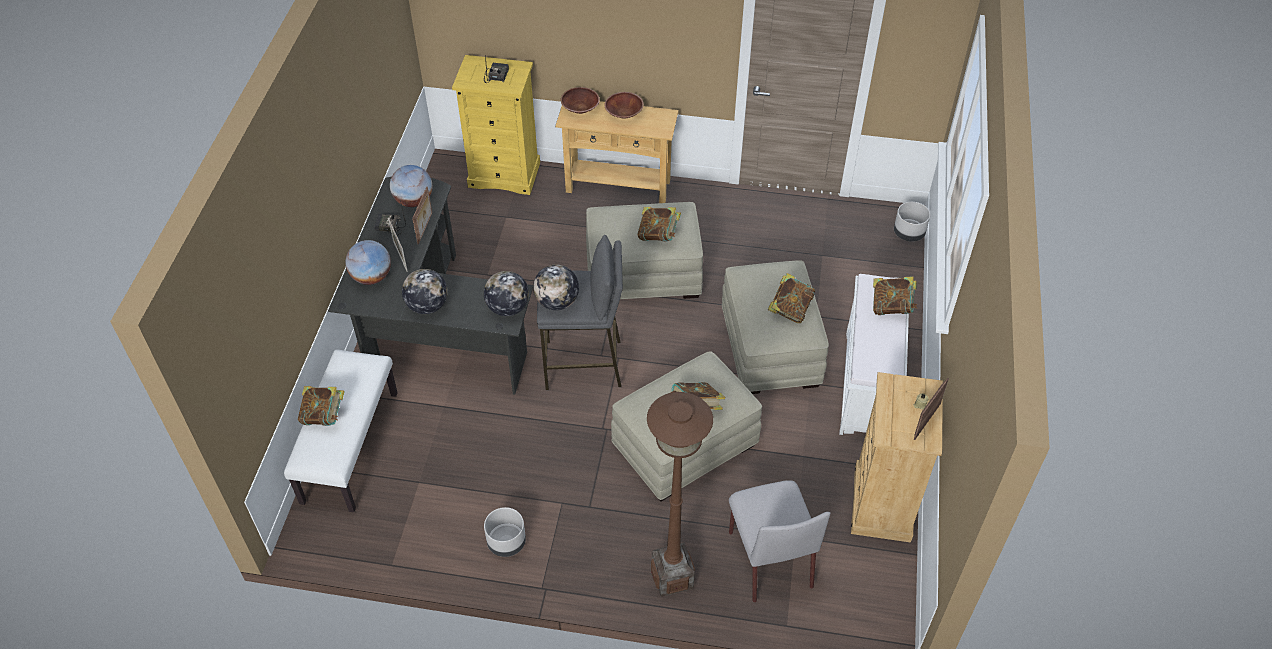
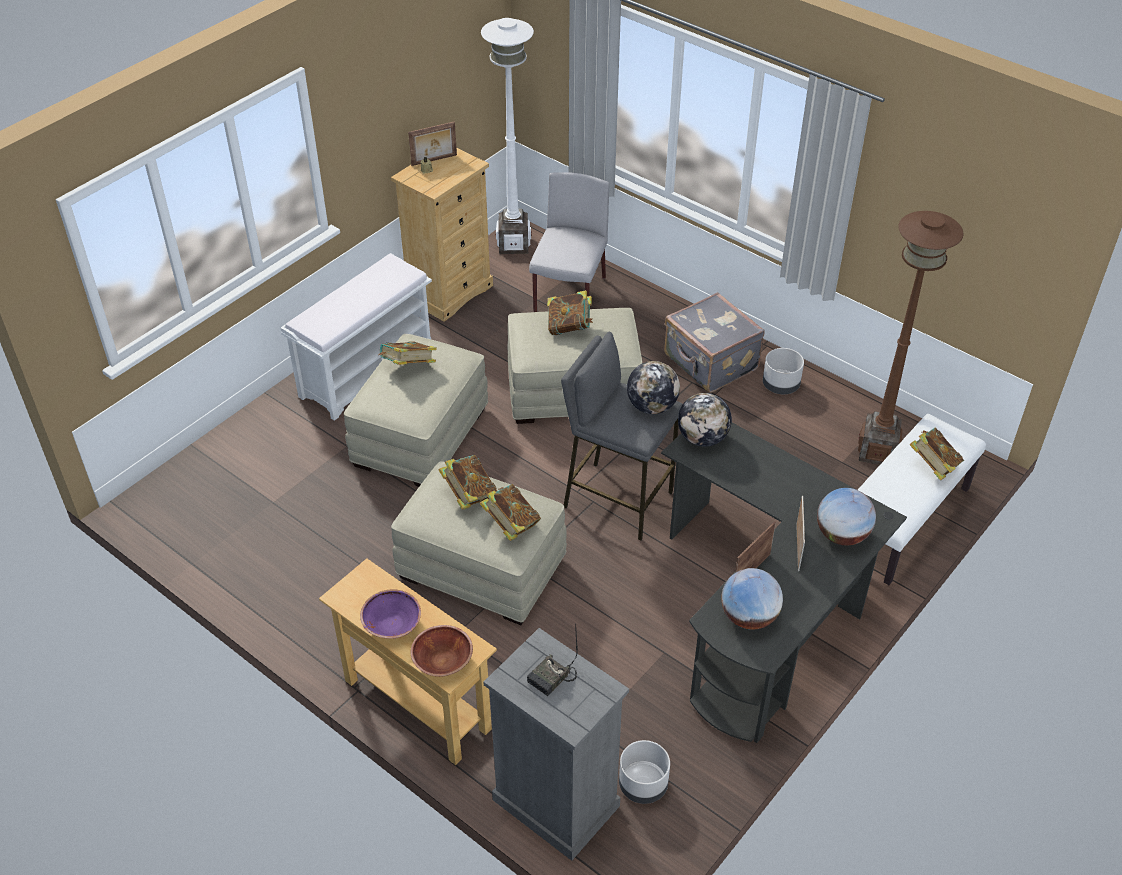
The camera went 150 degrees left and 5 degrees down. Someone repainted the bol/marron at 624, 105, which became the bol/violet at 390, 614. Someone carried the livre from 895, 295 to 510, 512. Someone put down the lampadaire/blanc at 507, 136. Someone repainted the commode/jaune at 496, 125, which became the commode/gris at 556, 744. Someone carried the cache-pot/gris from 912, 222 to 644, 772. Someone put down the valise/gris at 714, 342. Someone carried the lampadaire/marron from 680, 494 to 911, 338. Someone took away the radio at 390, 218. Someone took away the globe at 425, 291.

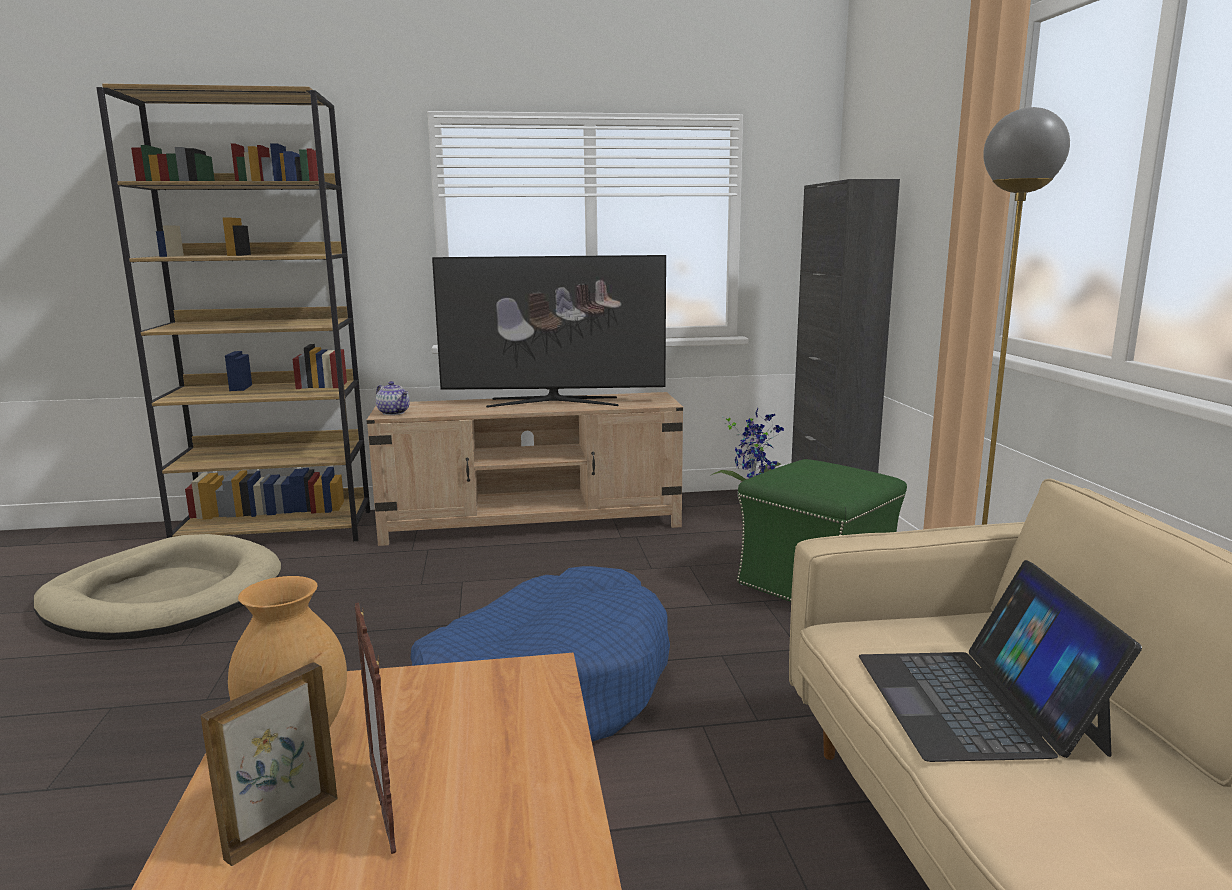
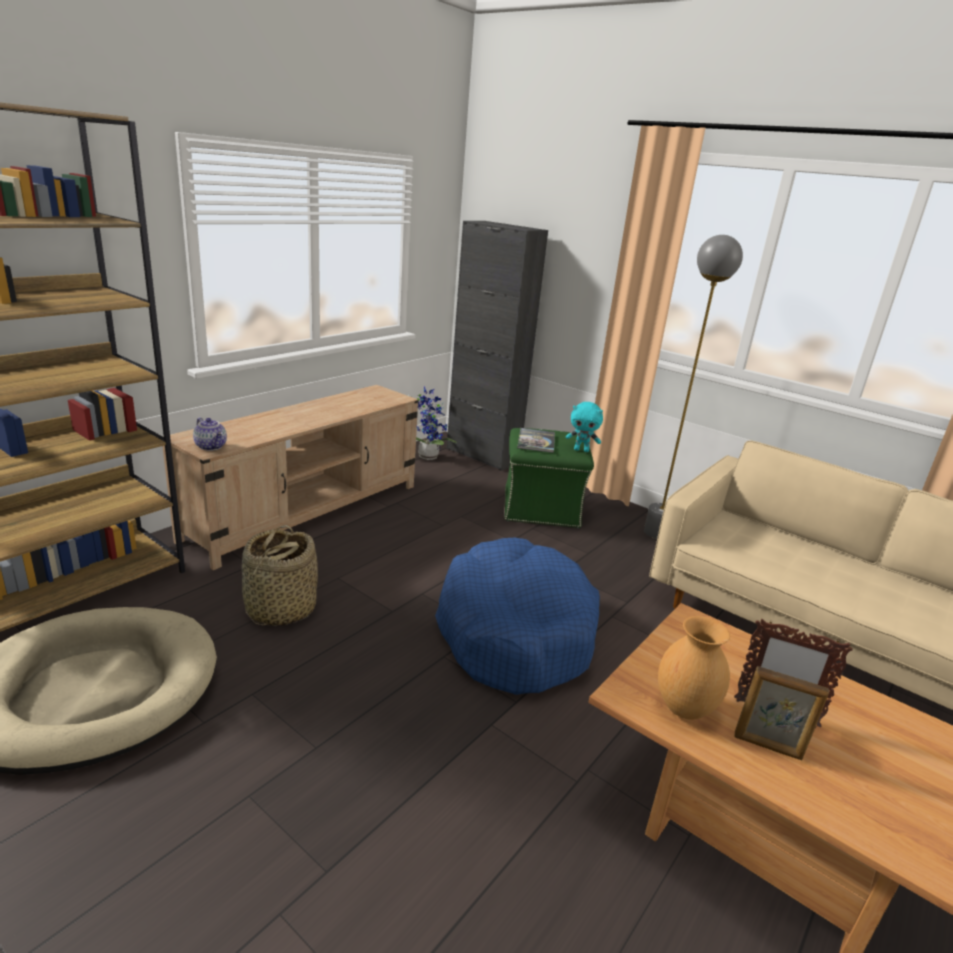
The camera went 45 degrees left and 10 degrees up. Someone rotated the théière at 393, 398 by 45 degrees clockwise. Someone put down the panier at 280, 575. Someone put down the livre at 536, 440. Someone put down the peluche/turquoise at 584, 427. Someone rotated the cadre photo at 269, 764 by 60 degrees counterclockwise. Someone took away the téléviseur at 549, 331. Someone took away the ordinateur portable at 1000, 661.

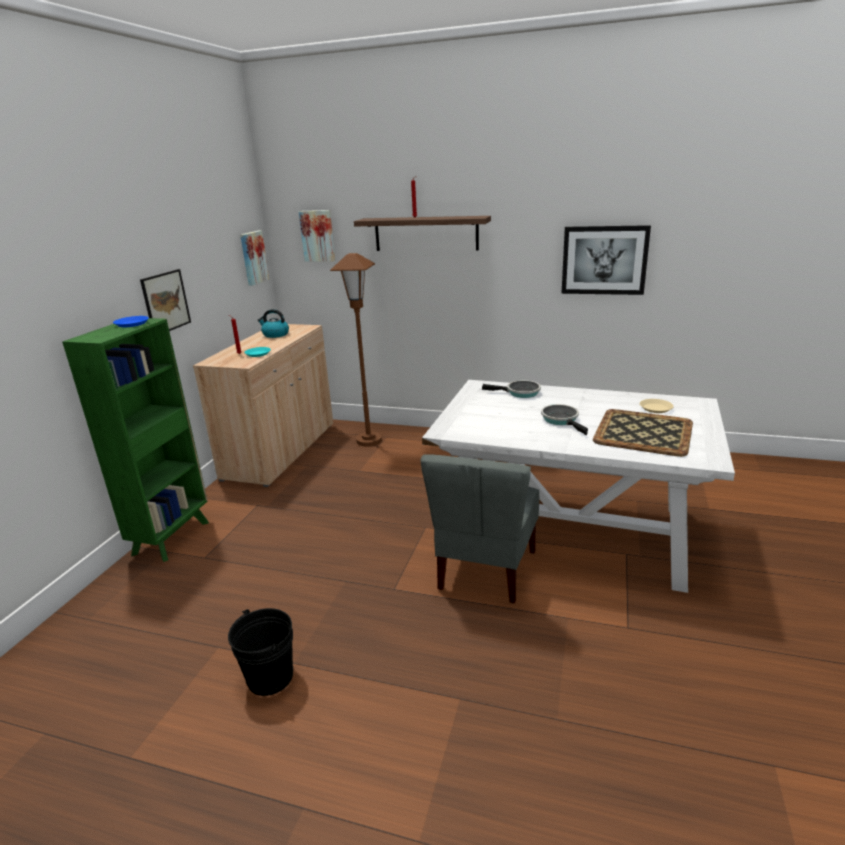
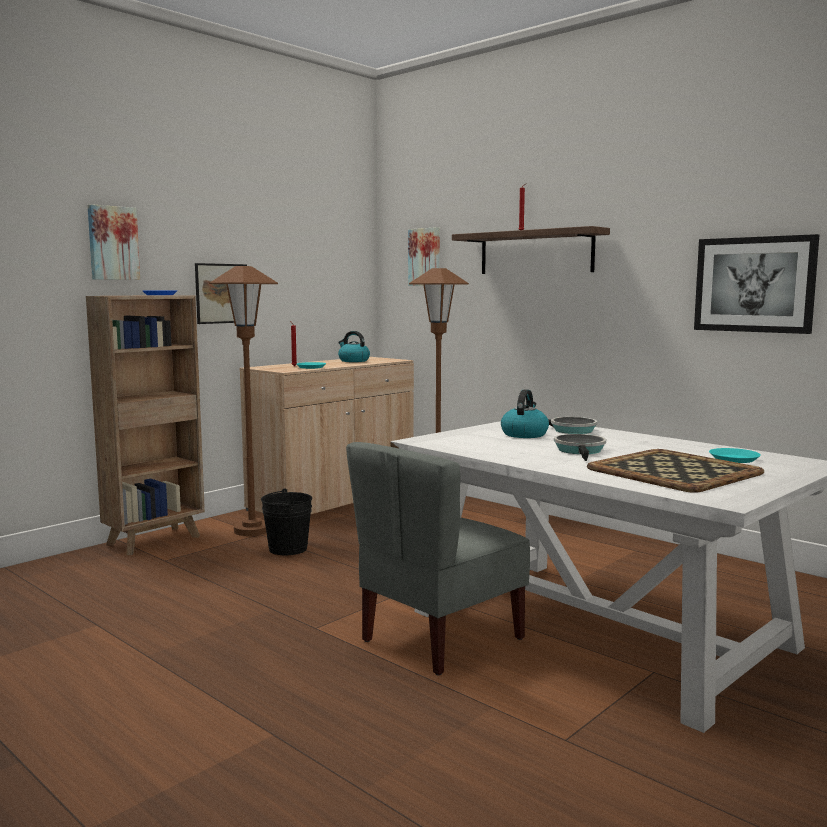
The camera went 25 degrees right and 15 degrees down. Someone repainted the bibliothèque/vert at 135, 440, which became the bibliothèque/marron at 145, 425. Someone carried the tableau from 254, 258 to 113, 242. Someone put down the lampadaire/marron at 243, 401. Someone carried the seau/noir from 260, 652 to 286, 521. Someone put down the bouilloire at 525, 413. Someone repainted the assiette/beige at 657, 406, which became the assiette/turquoise at 735, 455.

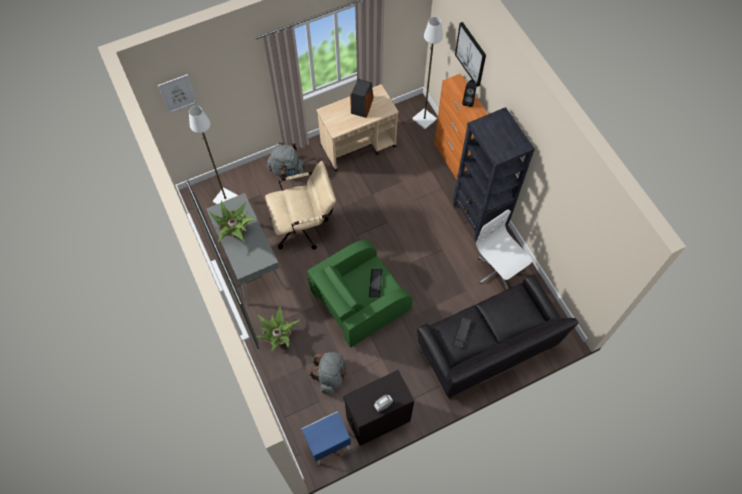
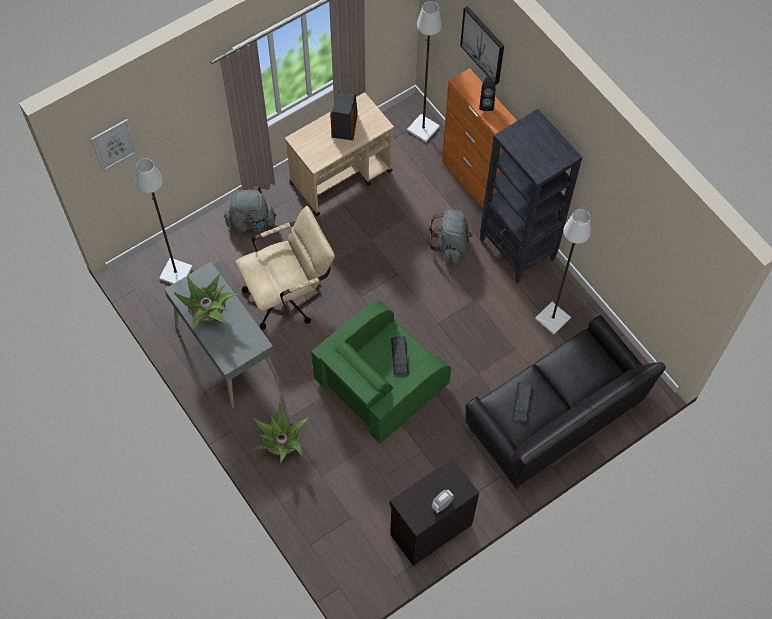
The camera went 10 degrees left and 0 degrees up. Someone carried the sac à dos/gris from 328, 373 to 451, 237. Someone swapped the chaise de bureau/blanc at 504, 250 for the lampadaire/blanc at 563, 272. Someone took away the table de chevet/bleu at 326, 438.

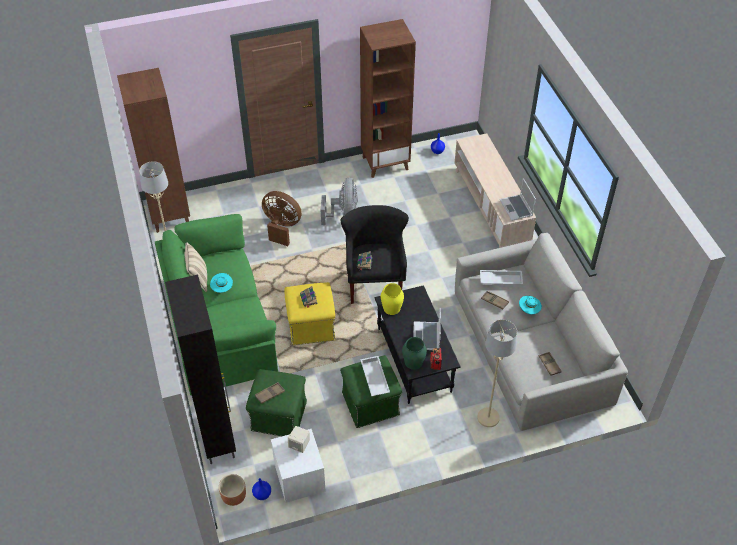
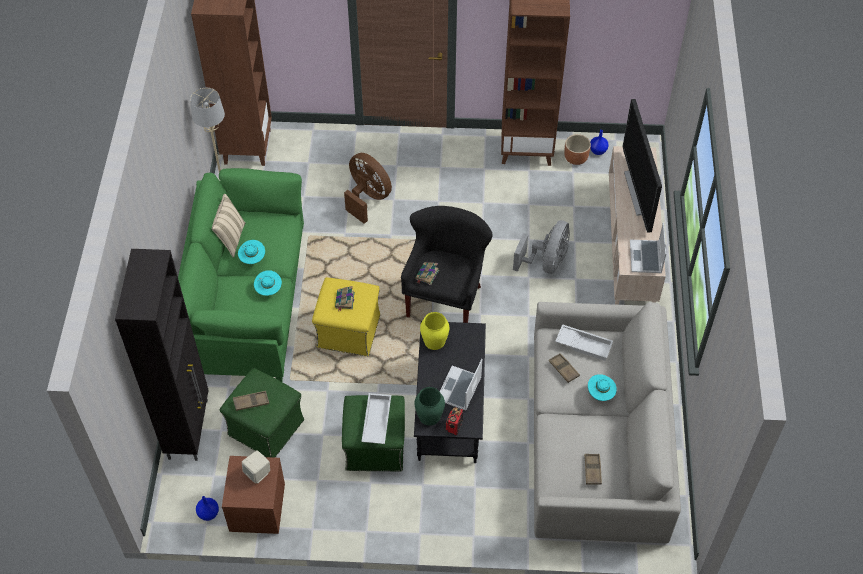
The camera went 20 degrees right and 5 degrees up. Someone repainted the table de chevet/blanc at 298, 466, which became the table de chevet/marron at 253, 495. Someone put down the chapeau/turquoise at 268, 283. Someone carried the ventilateur/gris from 339, 201 to 541, 247. Someone carried the cache-pot/marron from 232, 490 to 577, 149. Someone put down the téléviseur at 642, 166. Someone took away the lampadaire/beige at 497, 373.

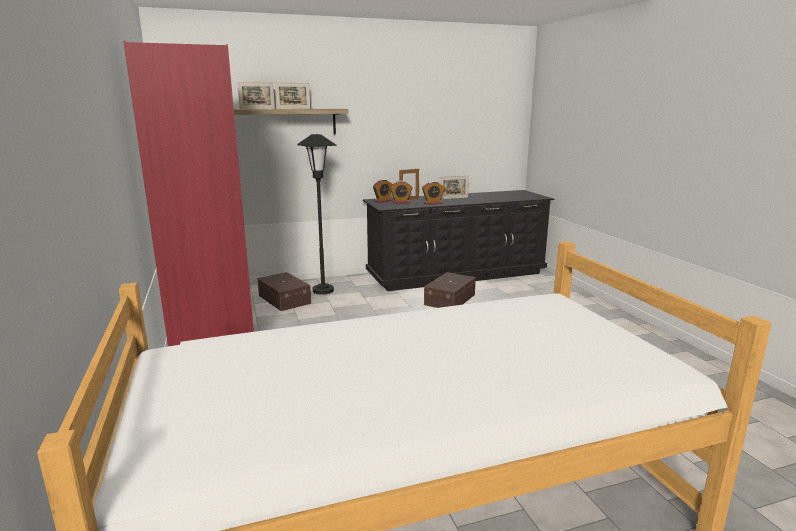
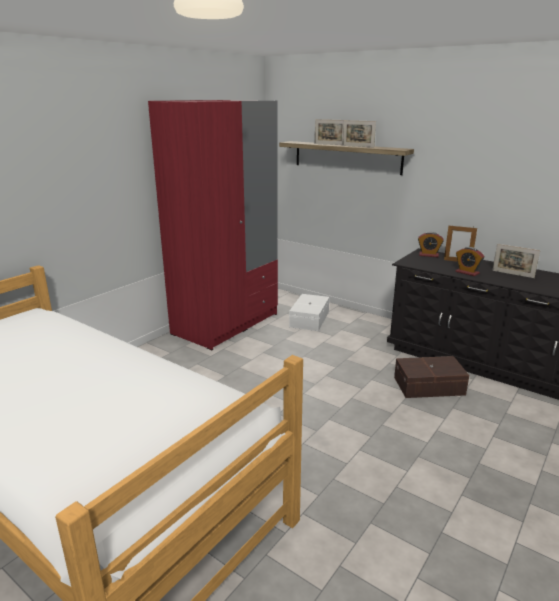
The camera went 55 degrees right and 5 degrees up. Someone repainted the boîte de rangement/marron at 284, 291, which became the boîte de rangement/blanc at 309, 312. Someone took away the lampadaire/noir at 316, 214. Someone took away the réveil at 401, 192.

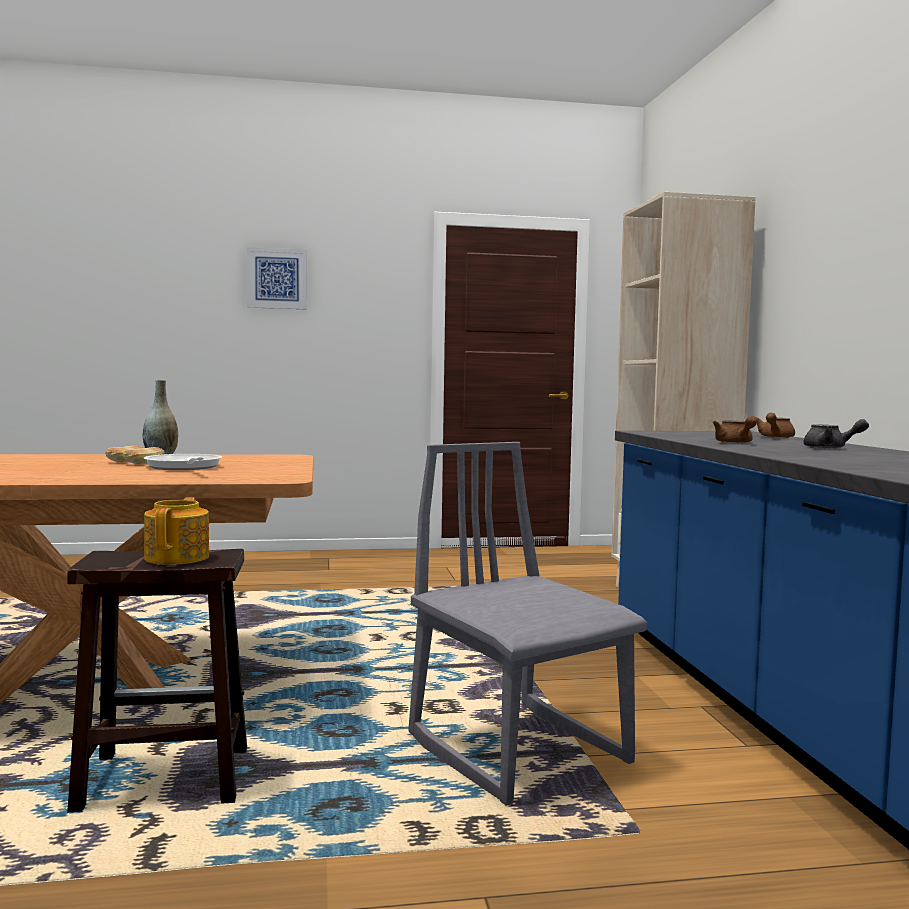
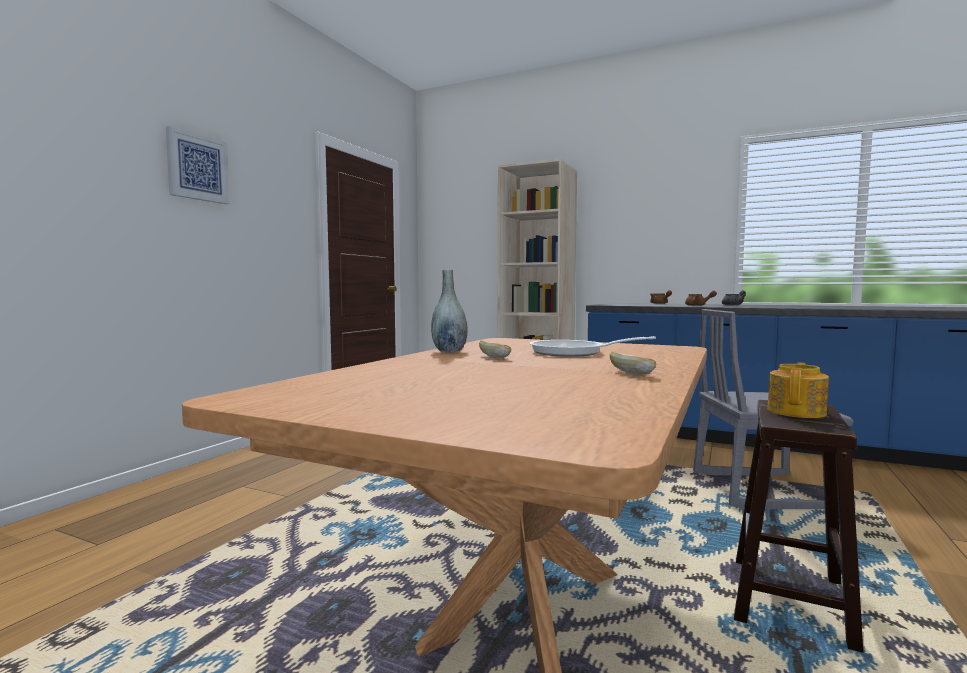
The camera went 55 degrees left and 0 degrees up. Someone carried the pain from 144, 455 to 633, 363. Someone rotated the théière at 176, 531 by 90 degrees clockwise.

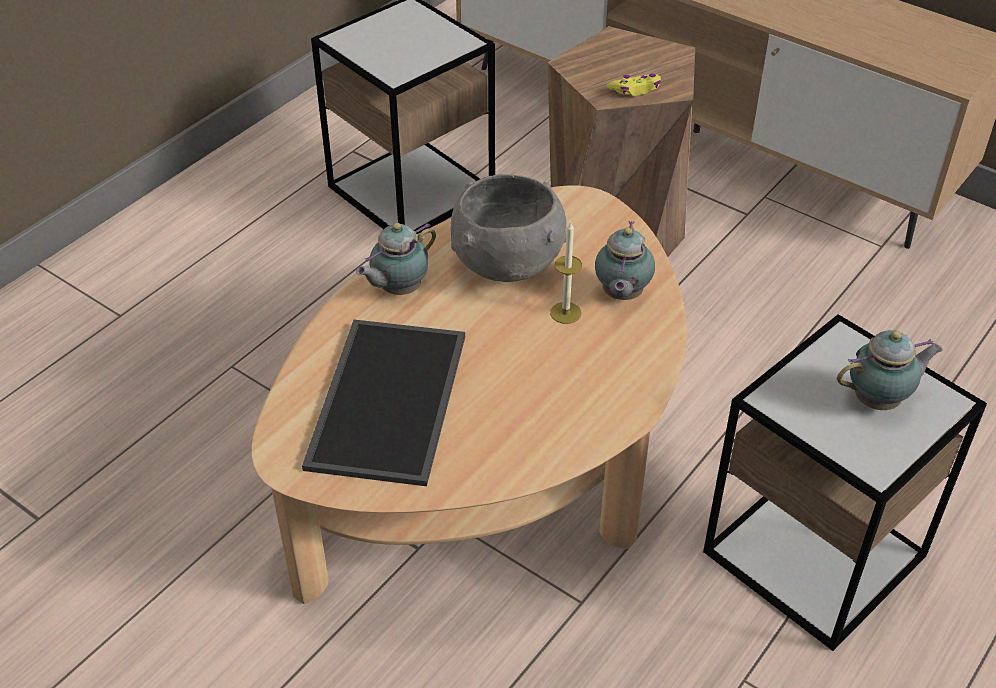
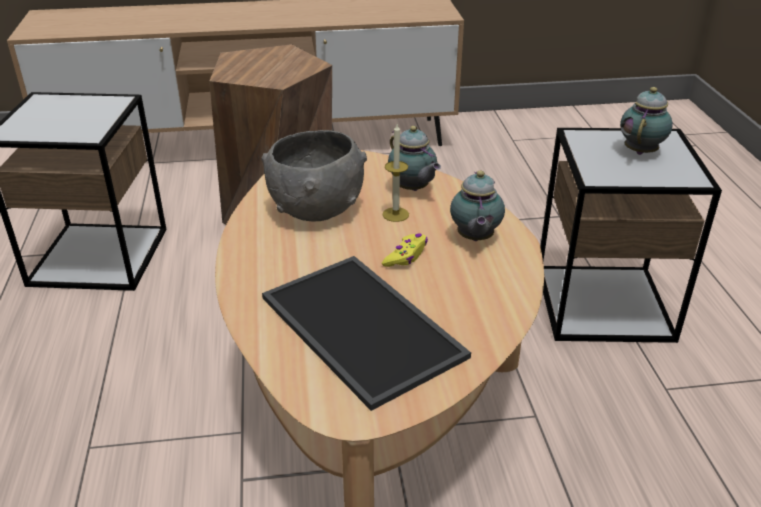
The camera went 45 degrees left and 10 degrees down. Someone carried the manette/jaune from 634, 85 to 405, 250. Someone carried the théière from 396, 259 to 477, 206.

